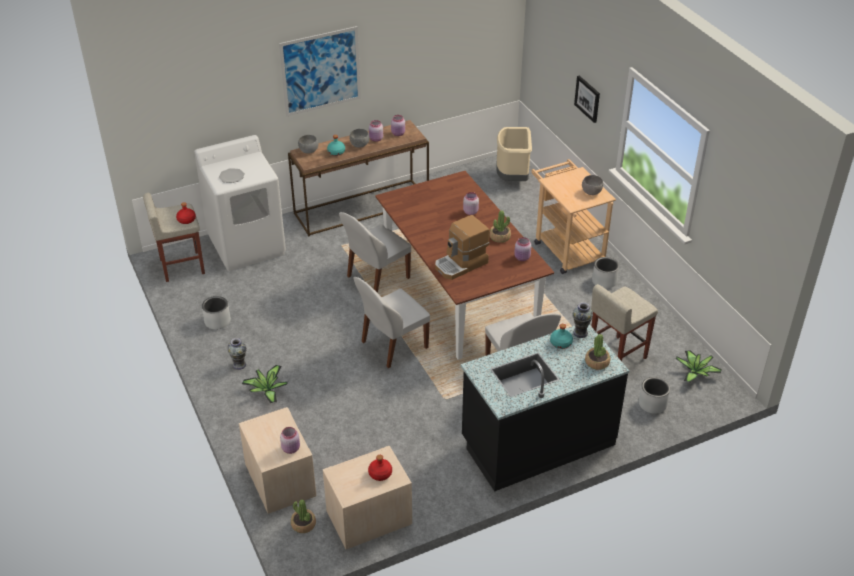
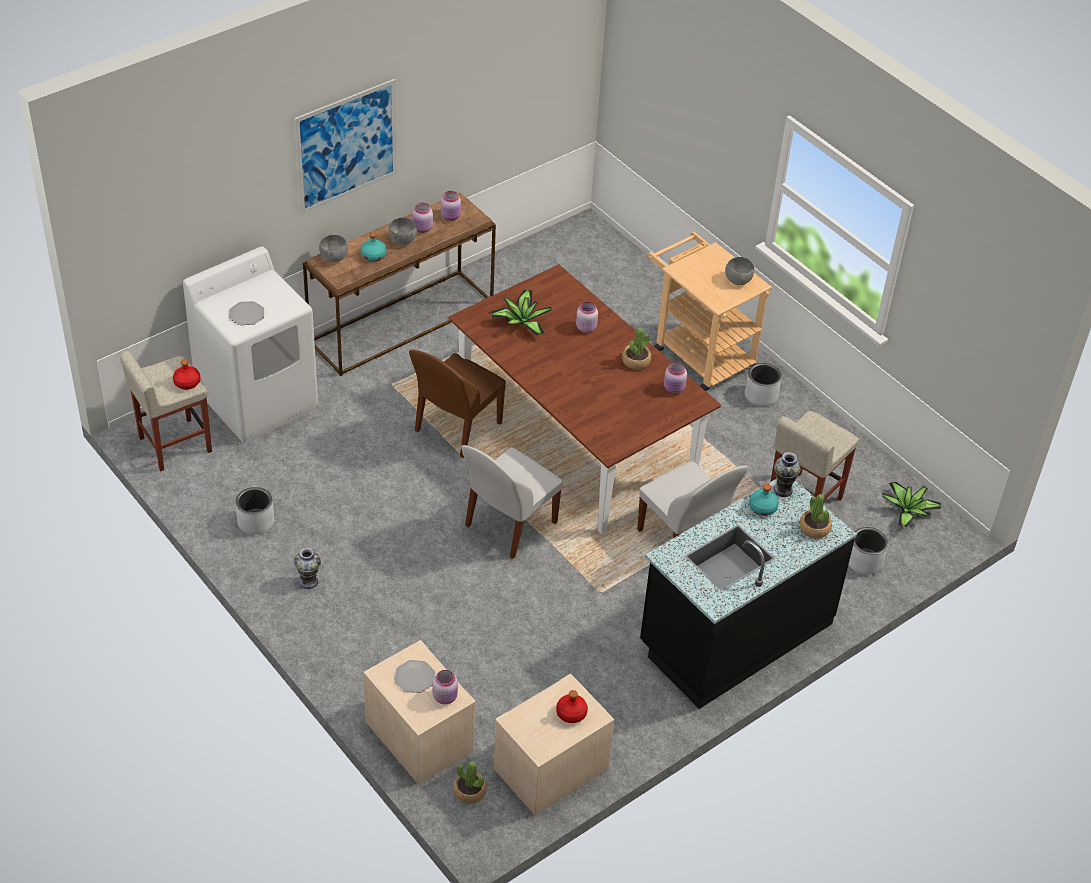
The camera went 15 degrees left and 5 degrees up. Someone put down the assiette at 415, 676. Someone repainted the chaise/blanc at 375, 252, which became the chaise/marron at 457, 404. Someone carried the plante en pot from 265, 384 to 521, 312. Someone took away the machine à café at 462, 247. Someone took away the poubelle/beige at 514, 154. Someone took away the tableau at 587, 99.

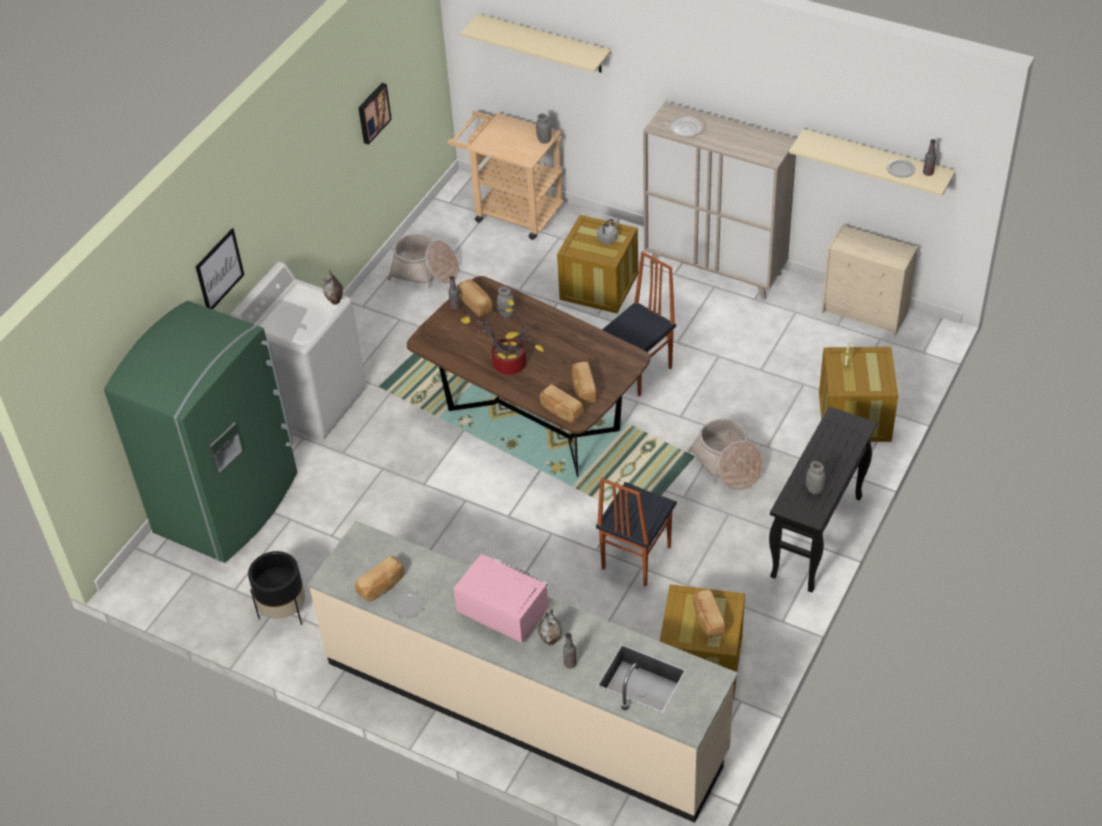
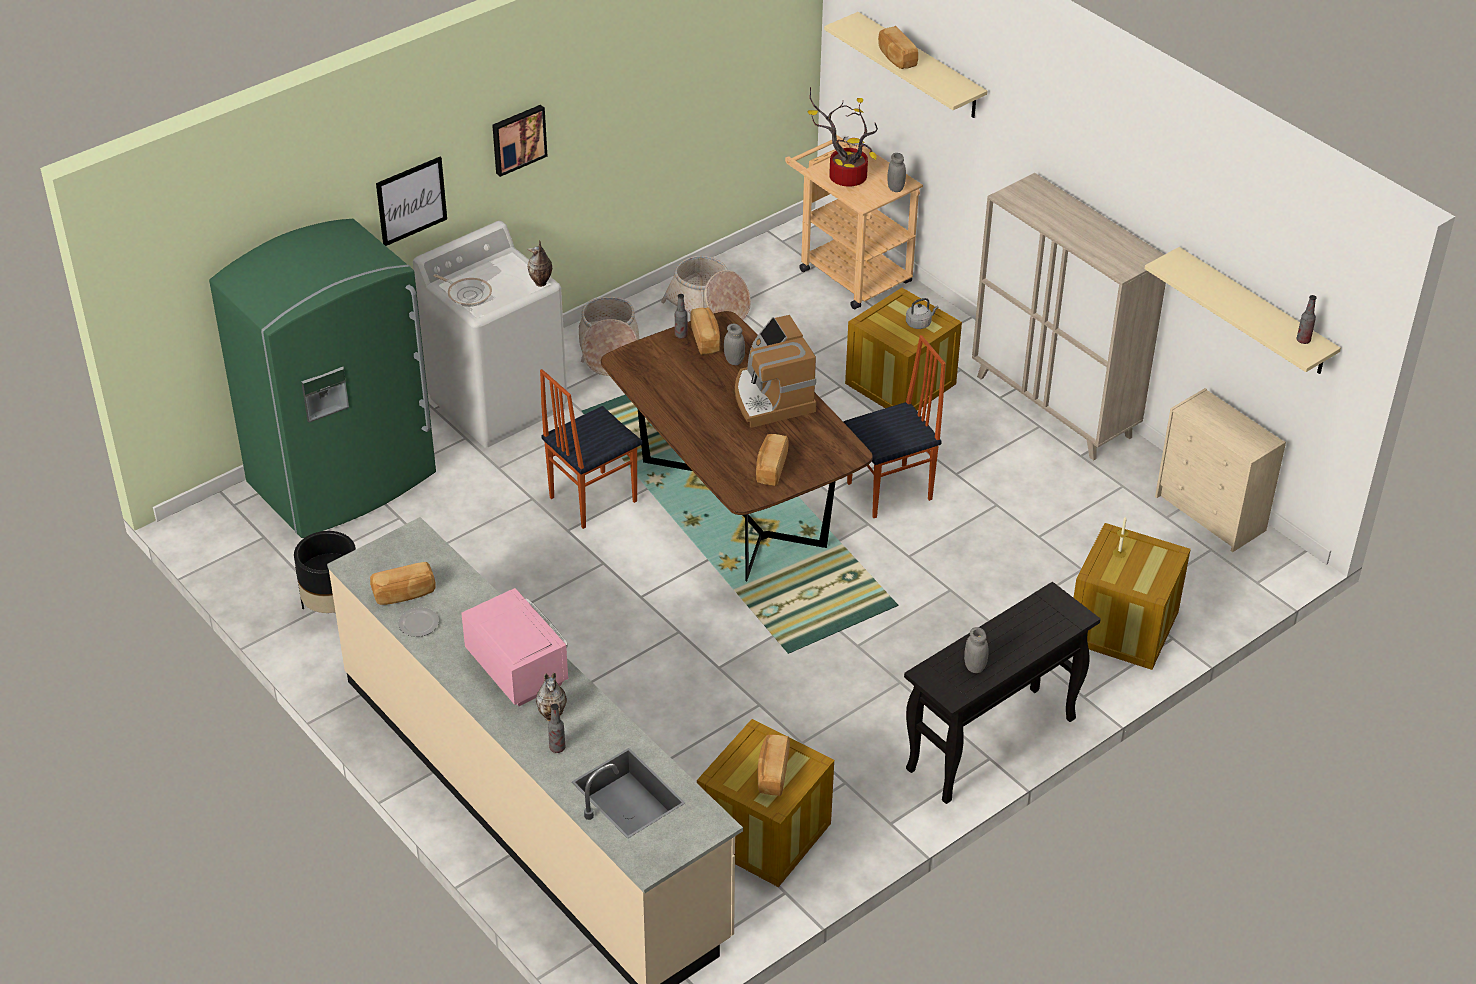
The camera went 20 degrees right and 5 degrees down. Someone carried the poêle from 678, 126 to 463, 290. Someone carried the tableau from 375, 114 to 519, 141. Someone carried the chaise from 636, 532 to 591, 449. Someone carried the panier from 725, 454 to 609, 336. Someone put down the machine à café at 775, 371. Someone carried the plante en pot from 502, 337 to 843, 136. Someone carried the pain from 562, 403 to 898, 47. Someone took away the assiette at 901, 168.

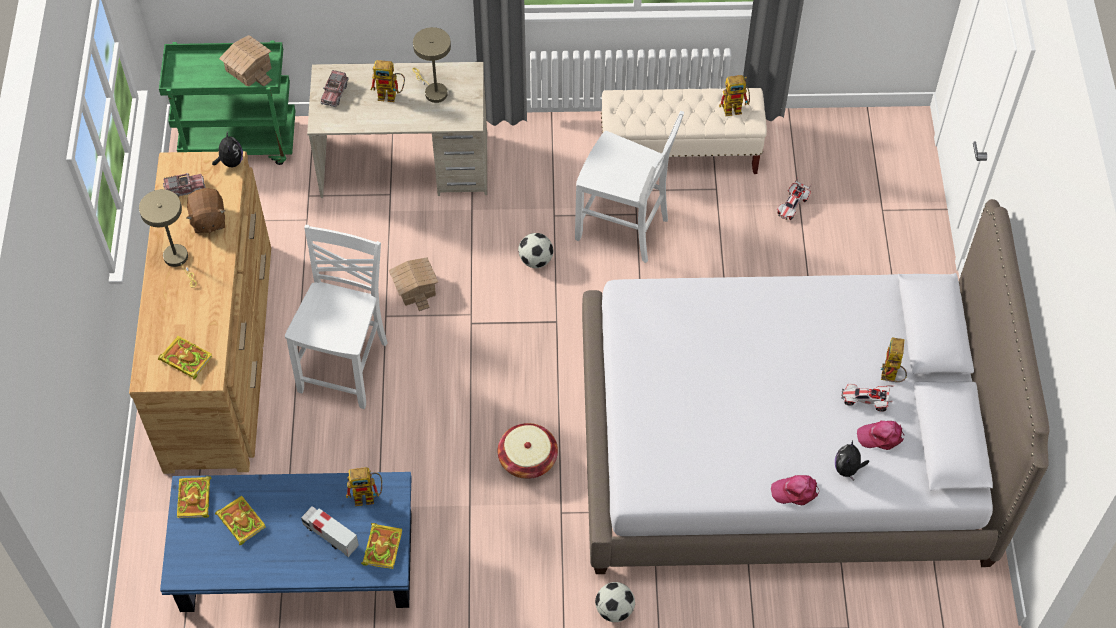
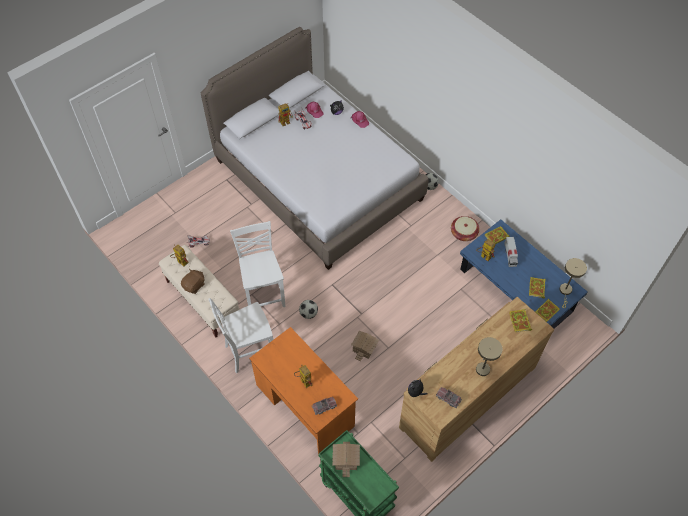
The camera went 130 degrees left and 0 degrees up. Someone carried the peluche/marron from 205, 210 to 193, 281. Someone carried the chaise/blanc from 336, 317 to 241, 335. Someone repainted the bureau/beige at 397, 130, which became the bureau/orange at 303, 391. Someone carried the panier from 528, 451 to 465, 228. Someone carried the lampe de table/beige from 431, 65 to 573, 283.

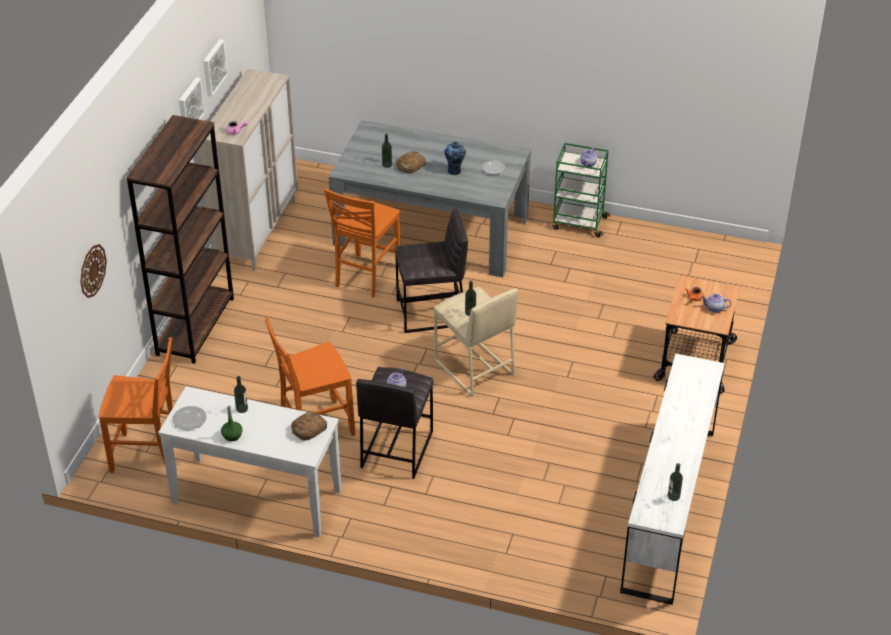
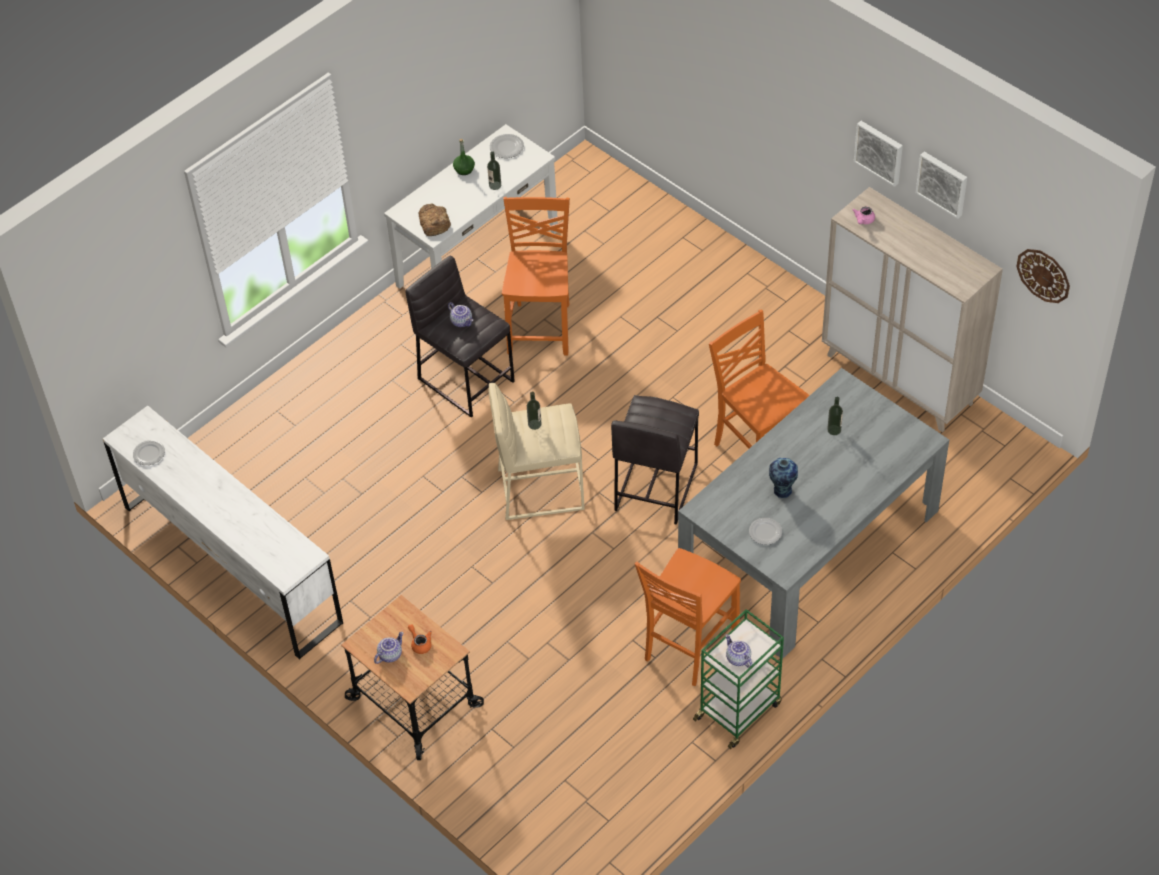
The camera went 120 degrees right and 10 degrees up. Someone swapped the bouteille at 675, 482 for the assiette at 149, 452. Someone carried the chaise/orange from 136, 405 to 688, 617. Someone carried the horloge murale from 93, 271 to 1043, 276. Someone took away the bibliothèque/marron at 180, 239. Someone took away the pain at 411, 162.

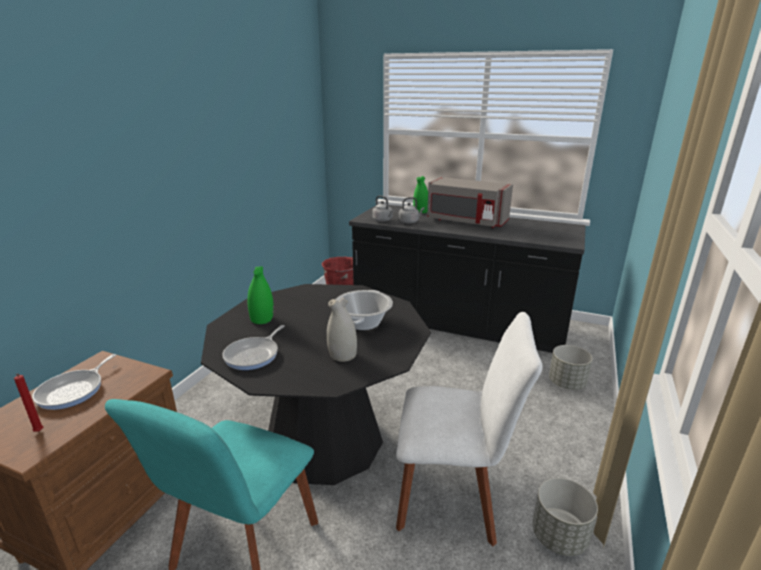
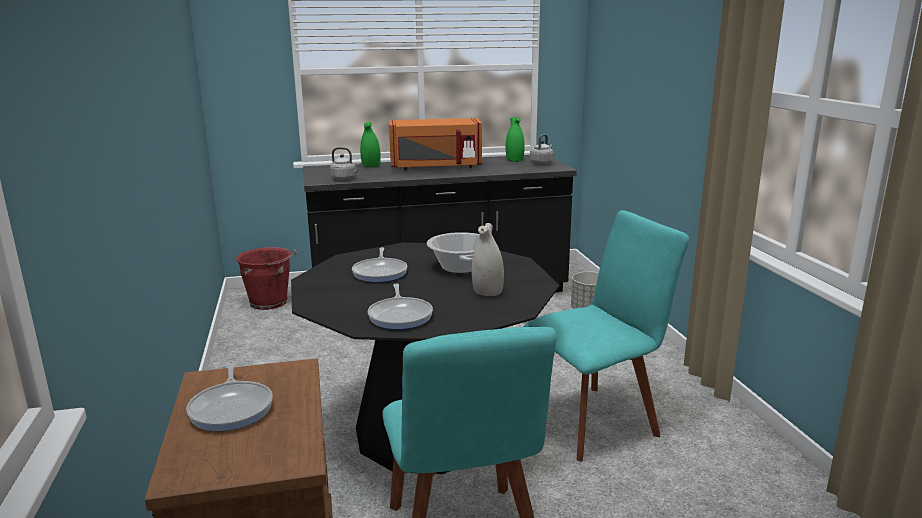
The camera went 35 degrees left and 5 degrees down. Someone put down the poêle at 380, 264. Someone repainted the micro-ondes/gris at 470, 202, which became the micro-ondes/orange at 435, 144. Someone carried the vase/vert from 261, 295 to 515, 139. Someone repainted the chaise/blanc at 469, 429, which became the chaise/turquoise at 606, 335. Someone carried the bouilloire/gris from 412, 210 to 542, 149. Someone took away the bougie/rouge at 28, 403. Someone took away the cache-pot/gris at 565, 517.

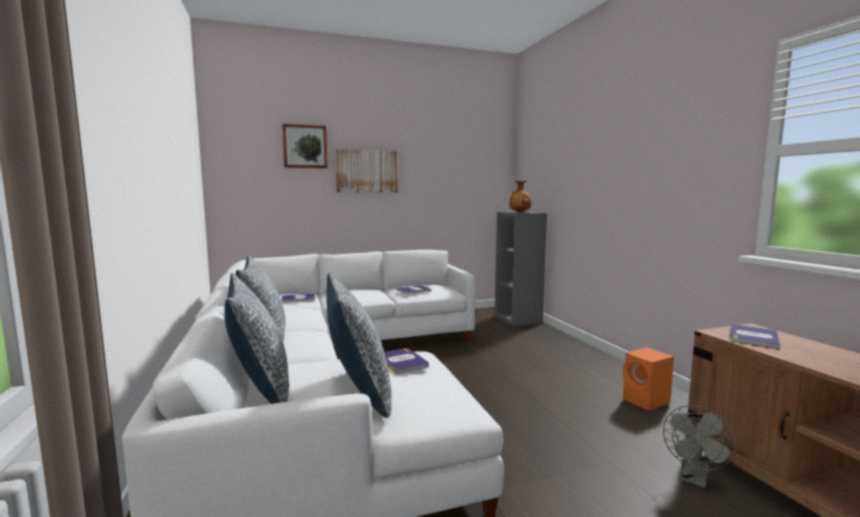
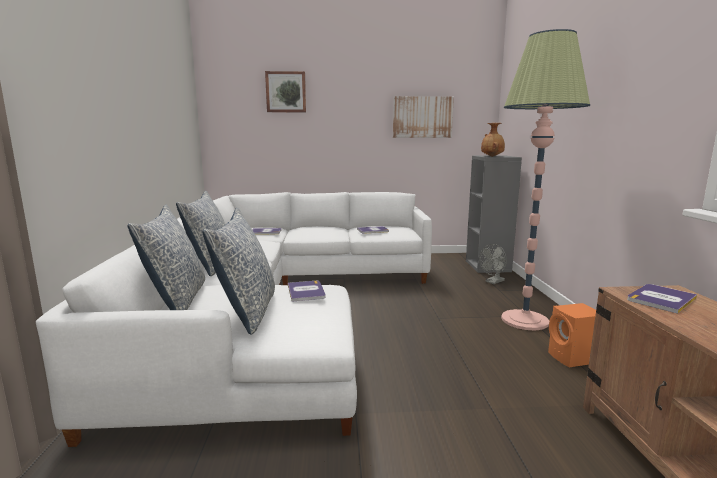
The camera went 15 degrees right and 5 degrees up. Someone carried the tableau from 367, 171 to 423, 117. Someone carried the ventilateur/gris from 699, 446 to 493, 264. Someone put down the lampadaire at 545, 179.

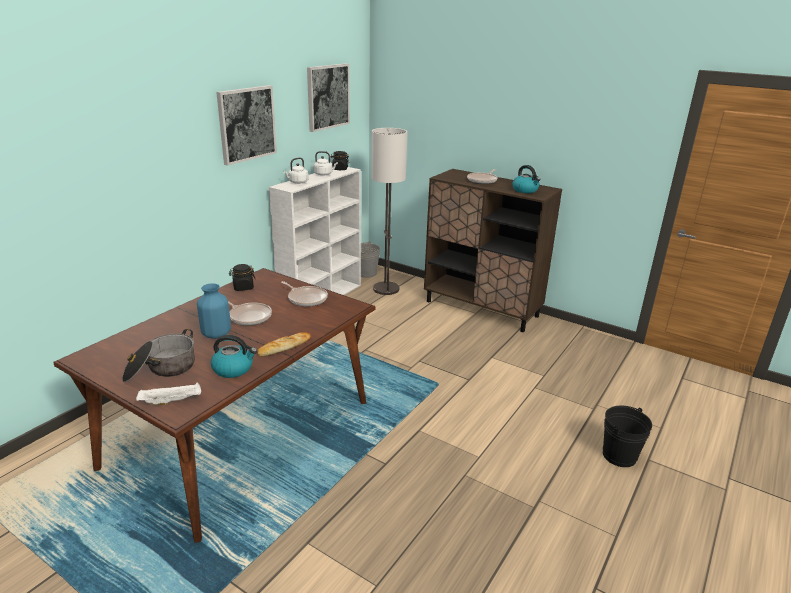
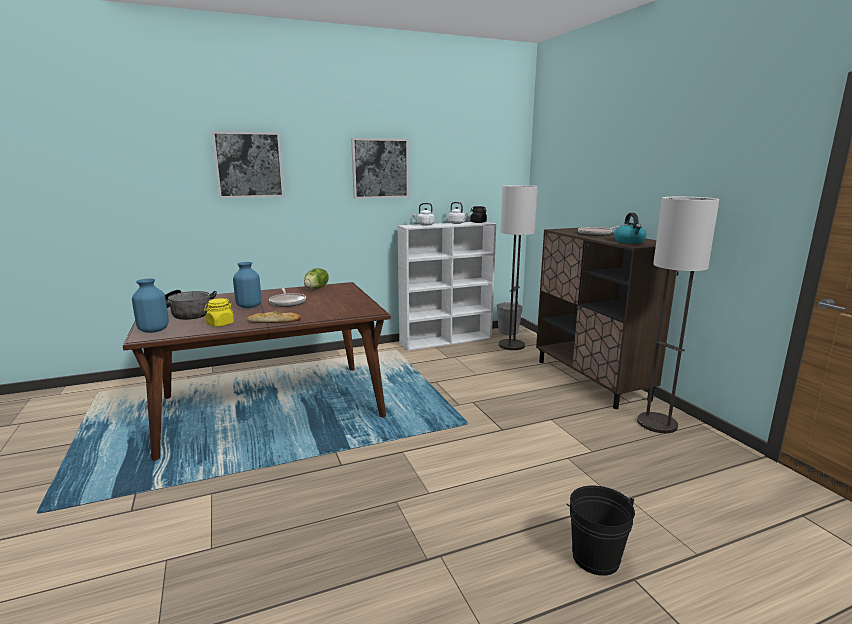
The camera went 35 degrees right and 10 degrees down. Someone swapped the plateau/blanc at 168, 393 for the vase/bleu at 150, 306. Someone swapped the bouilloire at 234, 356 for the bocal/jaune at 219, 312. Someone carried the tableau from 328, 97 to 248, 164. Someone swapped the bocal/noir at 242, 277 for the laitue at 316, 278. Someone put down the lampadaire at 678, 315. Someone took away the poêle at 304, 294.

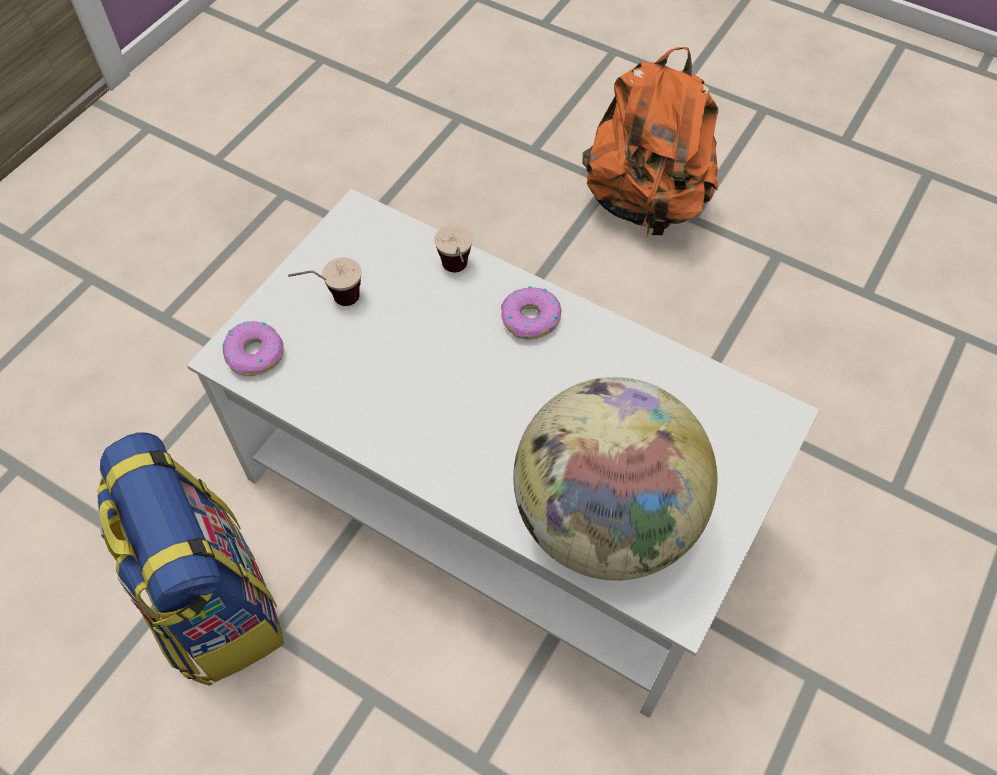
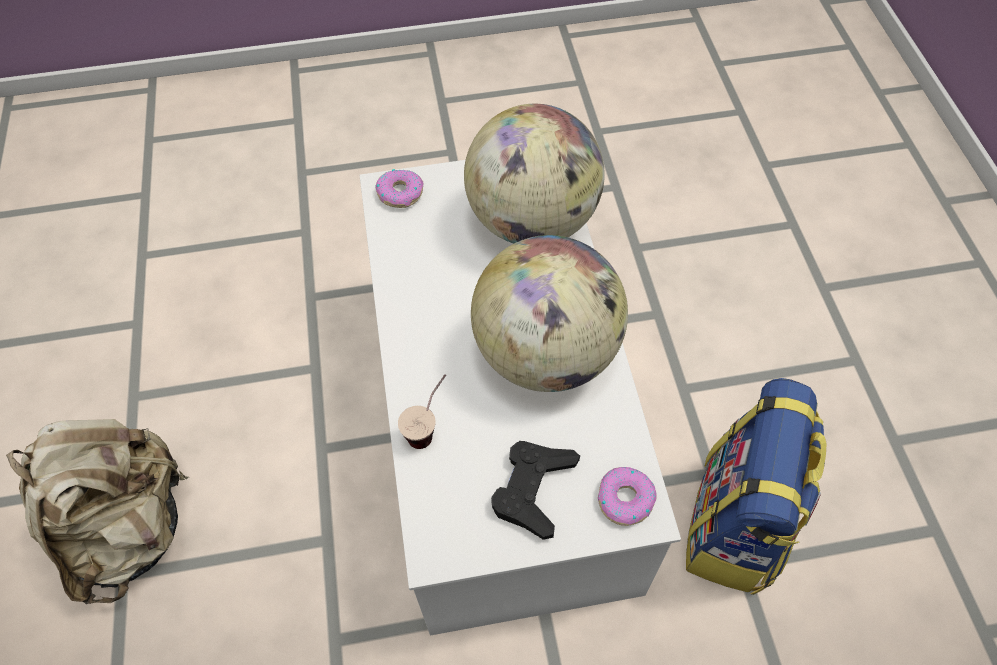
The camera went 130 degrees left and 0 degrees up. Someone repainted the sac à dos/orange at 650, 142, which became the sac à dos/beige at 97, 511. Someone carried the beignet from 531, 313 to 399, 188. Someone put down the globe at 549, 313. Someone swapped the tasse at 325, 281 for the manette/noir at 535, 490.

